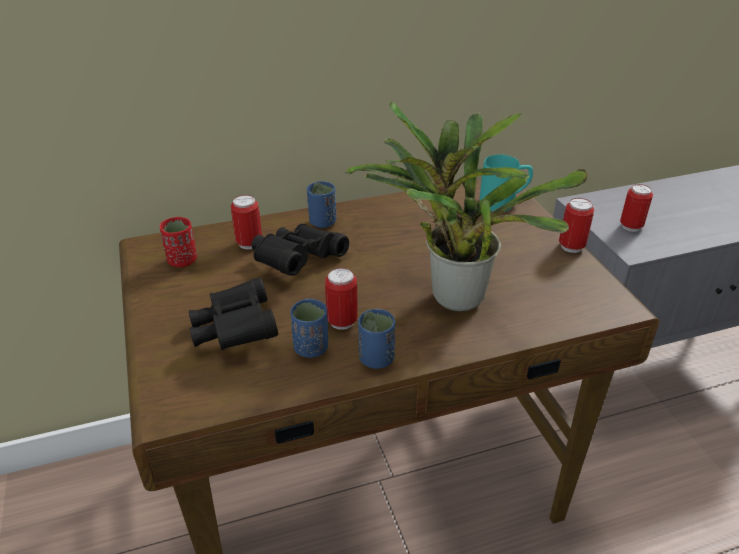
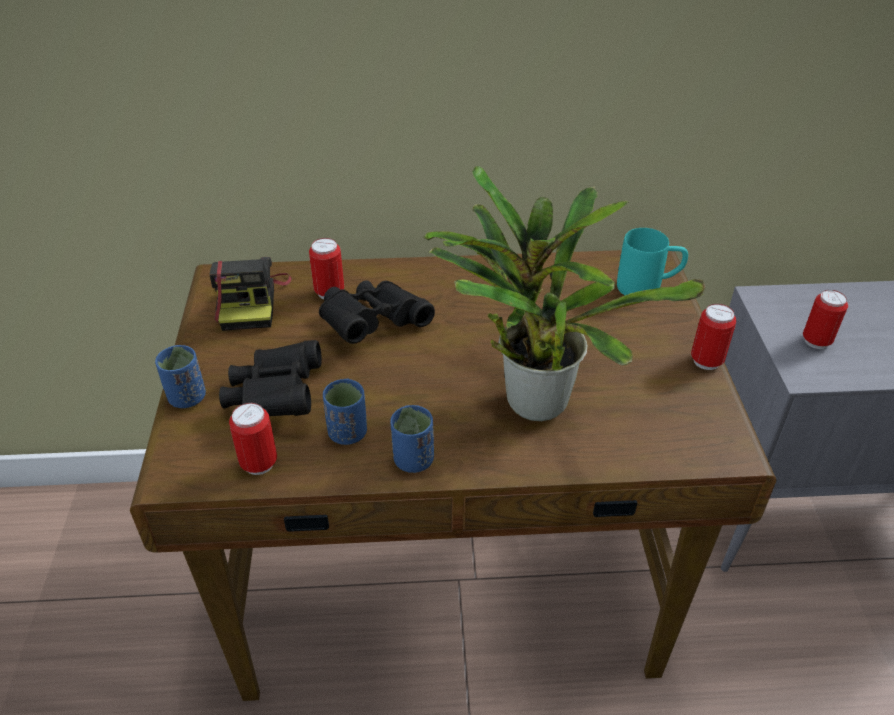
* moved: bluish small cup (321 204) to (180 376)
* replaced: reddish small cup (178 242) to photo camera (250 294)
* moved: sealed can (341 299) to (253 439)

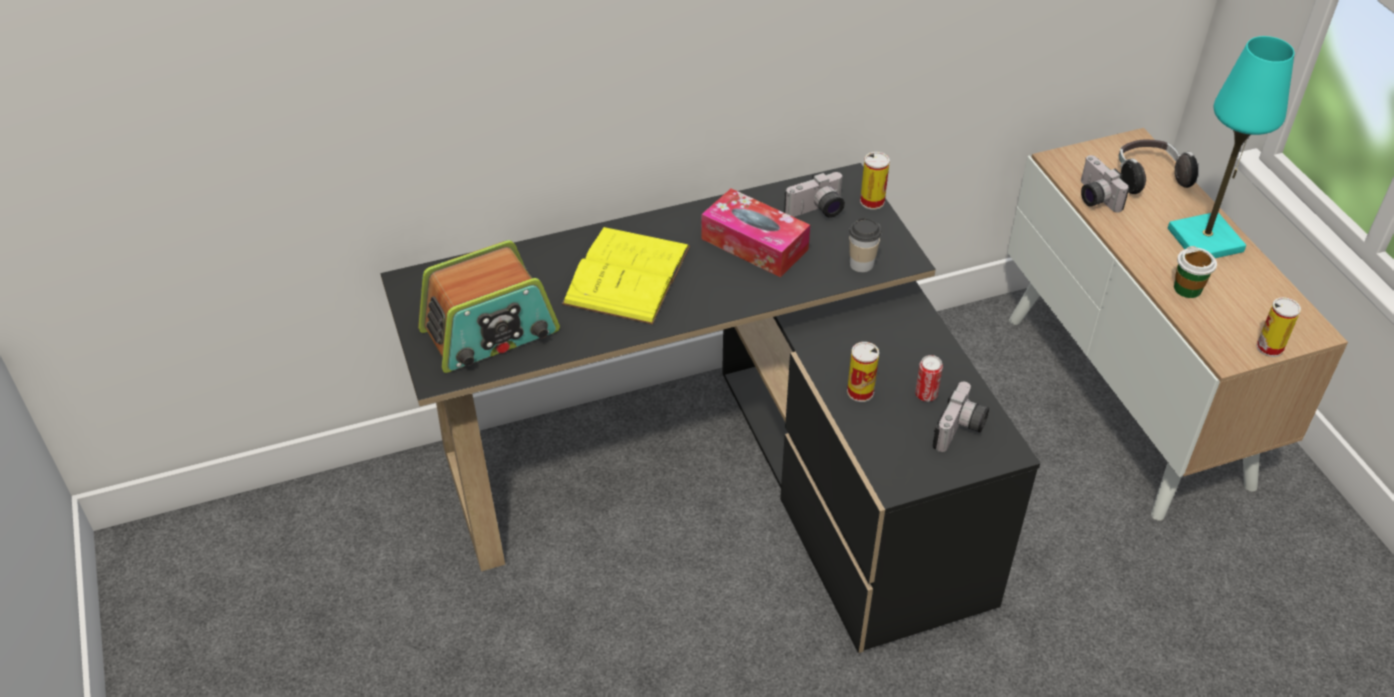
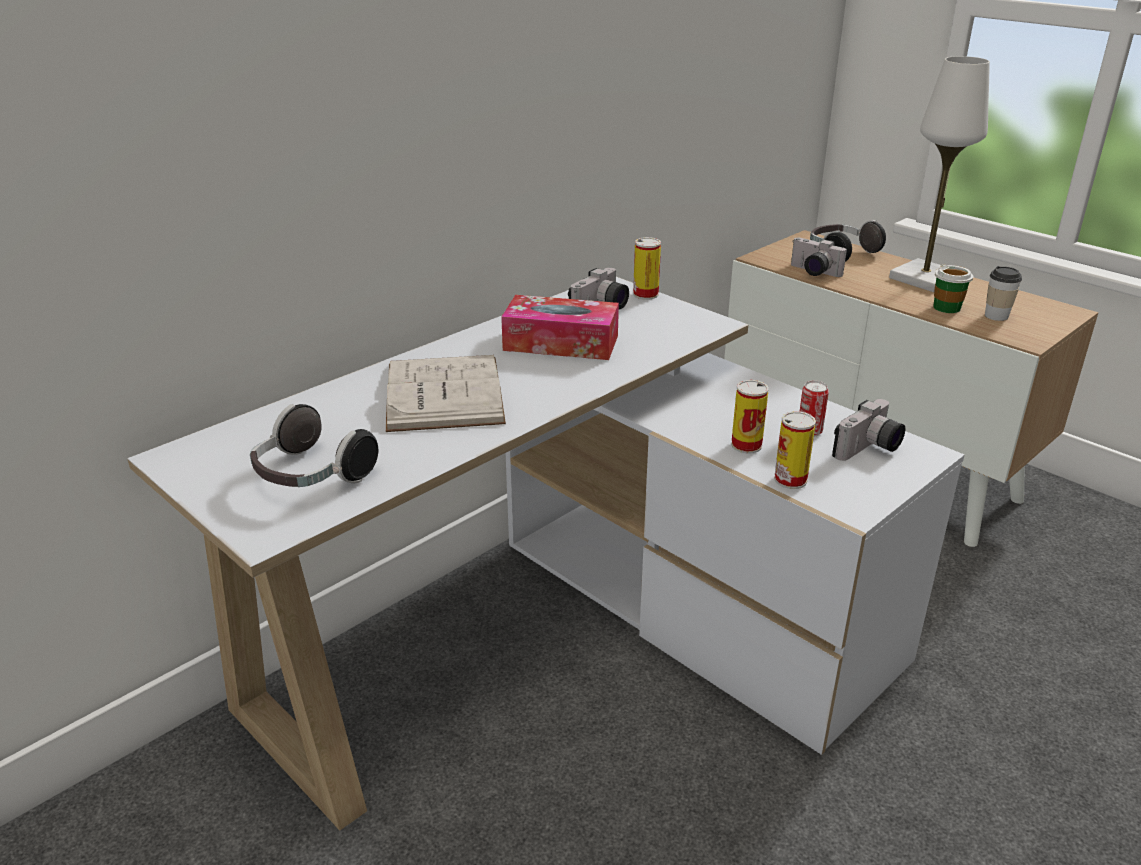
* recoloured: turquoise table lamp (1231 147) to whitish table lamp (939 174)
* recoloured: black desk (710 408) to whitish desk (546 553)
* moved: small cup (865 244) to (1003 293)
* recoloured: yellow-coloured book (626 276) to whitish book (446 393)
* replaced: radio (489 306) to headphones (314 445)
* moved: sealed can (1278 327) to (795 450)
* turned: photo camera (961 417) = (868 430) 45 degrees clockwise

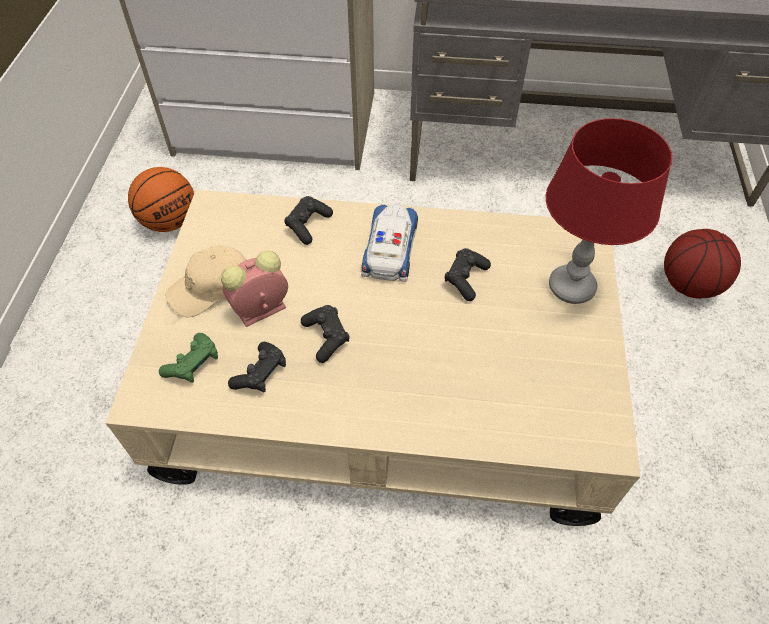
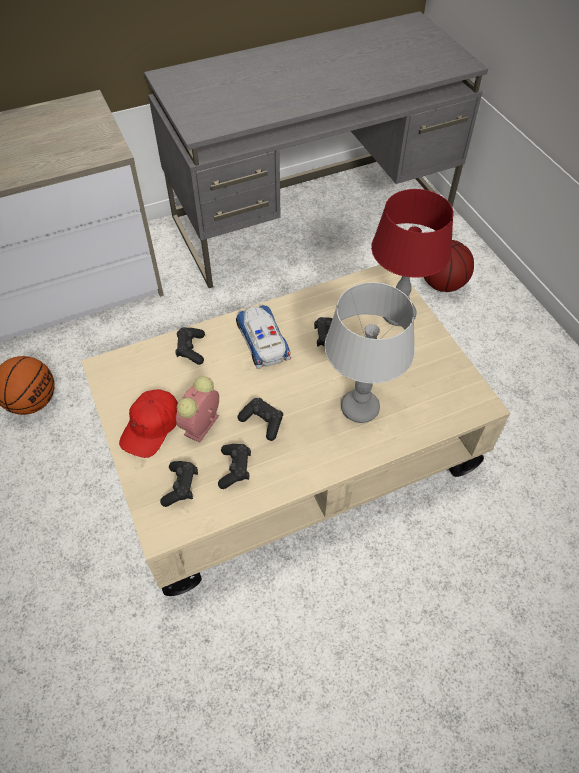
* recoloured: beige-coloured cap (206 281) to reddish cap (148 423)
* recoloured: greenish game controller (188 358) to black game controller (179 484)
* added: greyish table lamp (369 352)

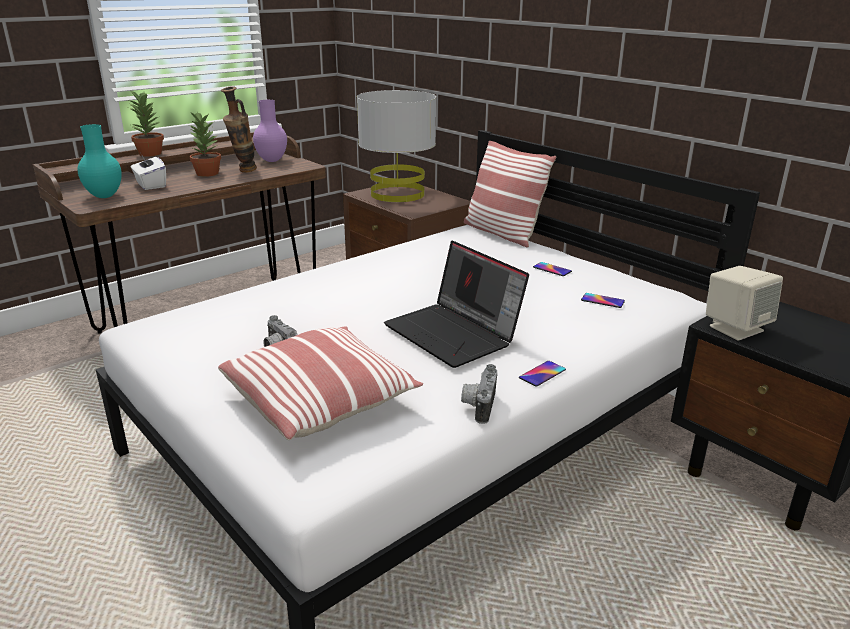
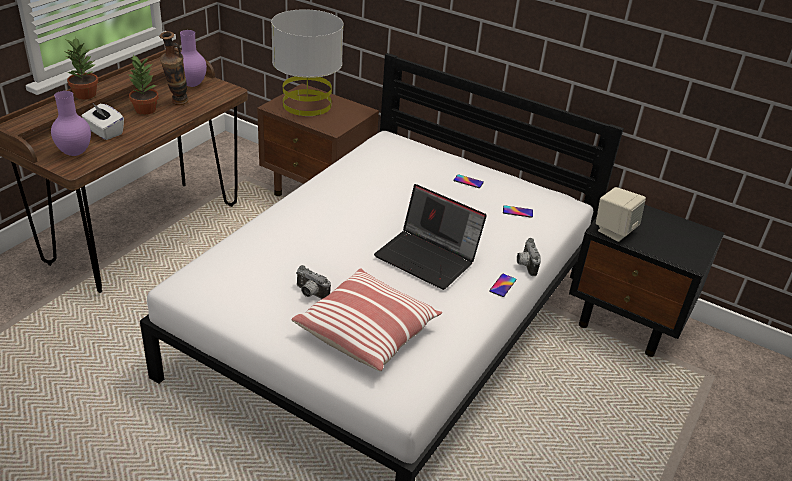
* recoloured: turquoise decorative vase (99 161) to purple decorative vase (71 123)
* removed: throw pillow (510 194)
* moved: photo camera (479 394) to (529 257)

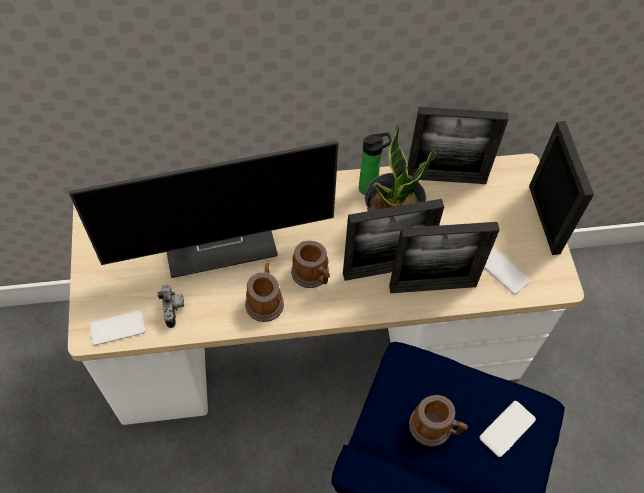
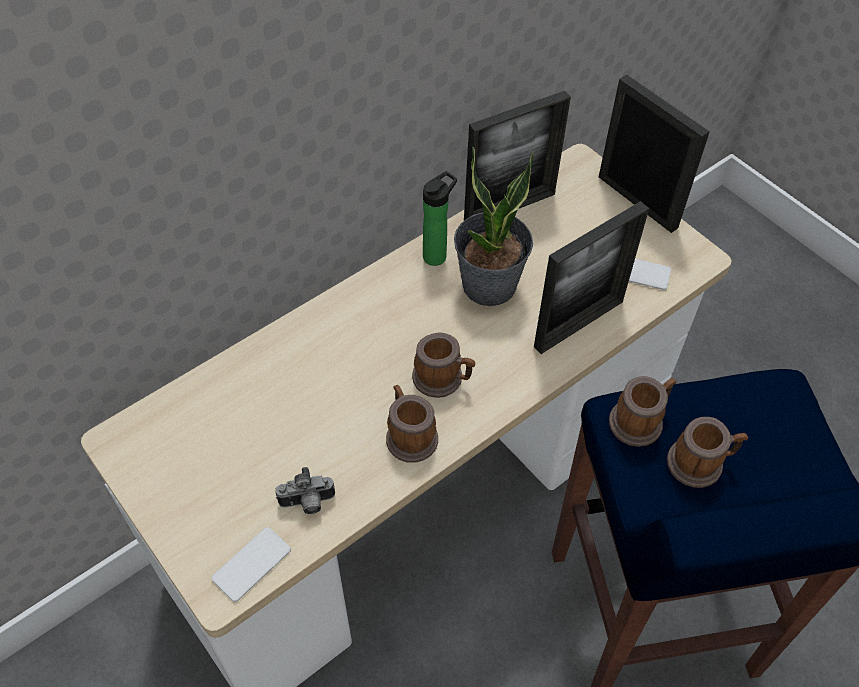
* removed: computer display (203 209)
* removed: photo frame (393 240)
* turned: photo camera (170 306) = (305 490) 120 degrees clockwise
* removed: handset (507 429)
* added: tea mug (643 411)

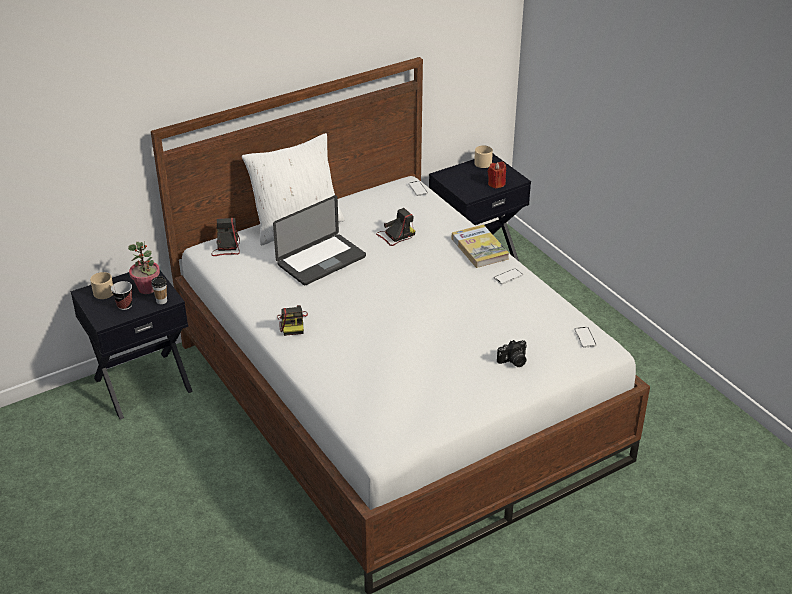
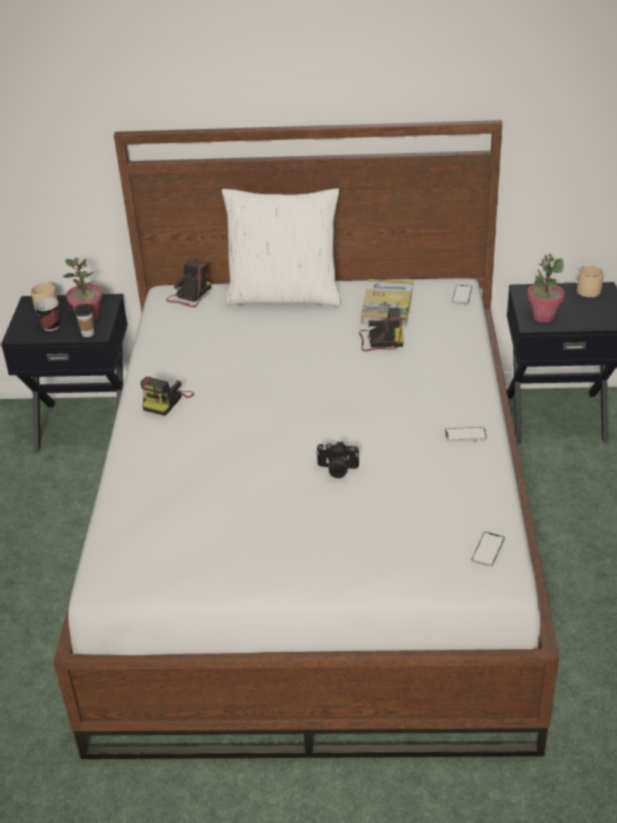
* removed: reddish candle (497 174)
* removed: laptop (319 240)
* moved: book (480 246) to (387 302)
* moved: photo camera (512 353) to (337 459)
* added: houseplant (546 288)

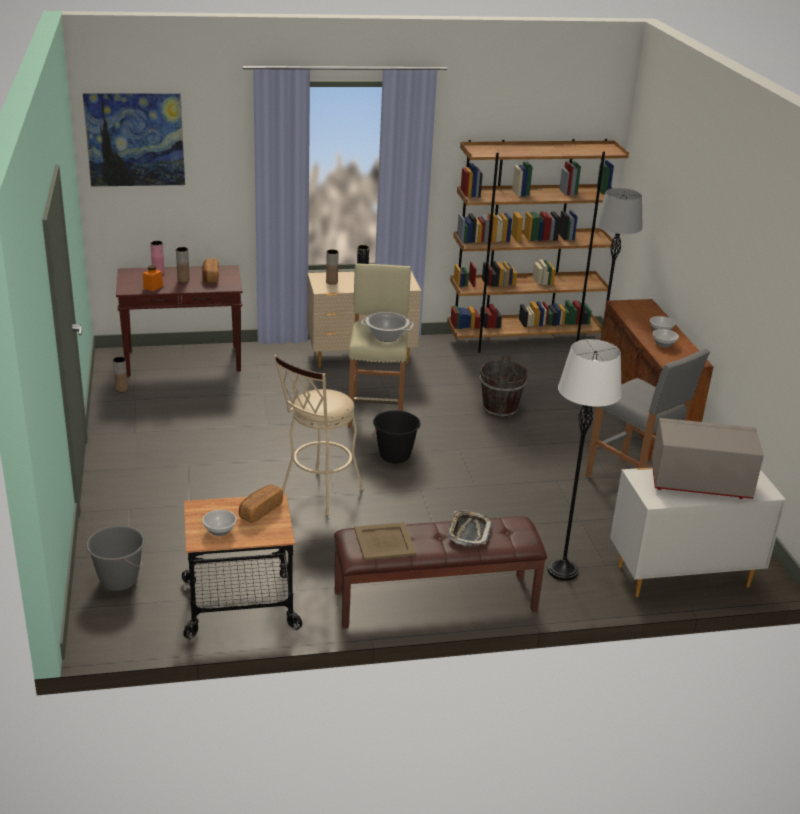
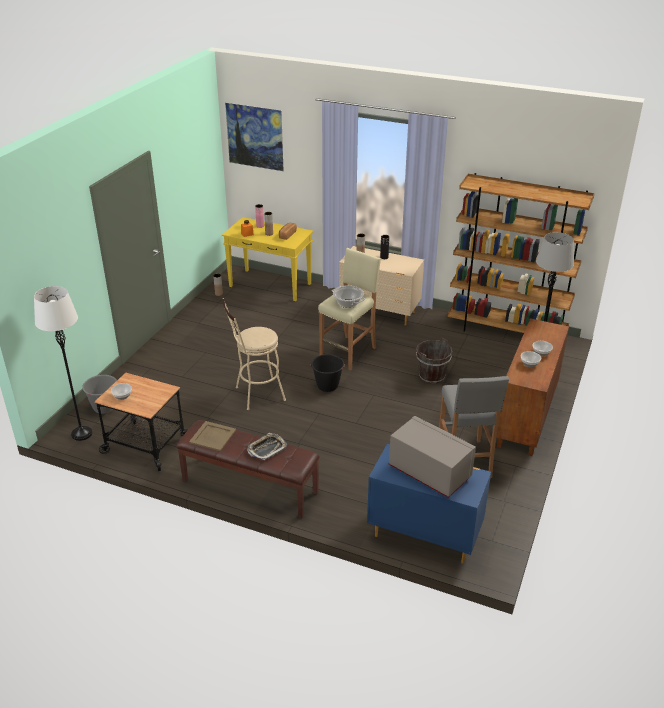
* recoloured: brownish console table (179 321) to yellow-coloured console table (267 259)
* moved: whitish floor lamp (584 460) to (63 363)
* recoloured: whitish chest of drawers (698 532) to bluish chest of drawers (429 504)
* removed: baked bread (261 504)

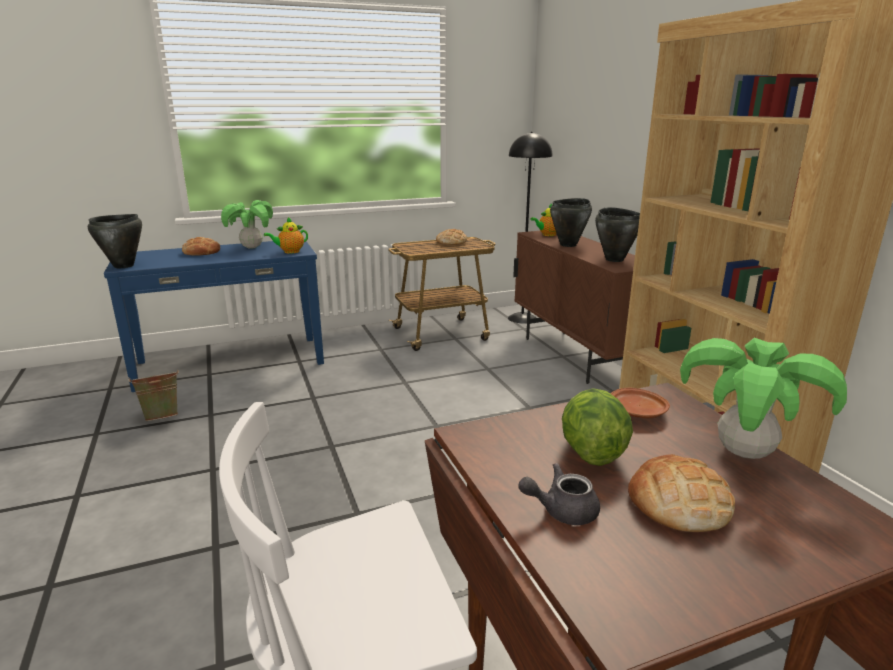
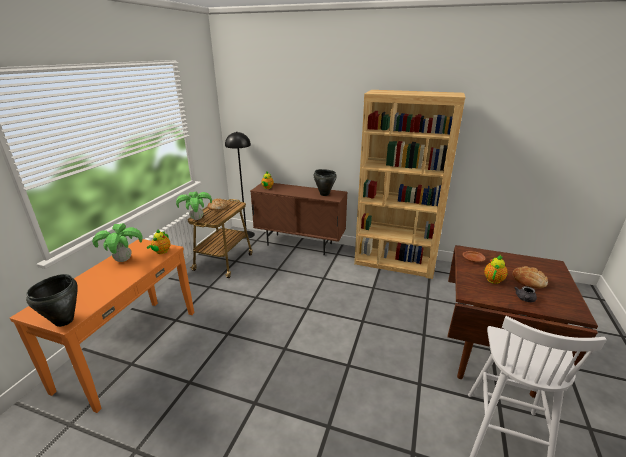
* removed: black cooking pot (571 222)
* removed: baked bread (201 246)
* recoloured: bluish console table (214 315) to orangey console table (102 326)
* moved: houseplant (763 398) to (194 206)
* removed: greenish water bucket (153 395)
* replaced: head of lettuce (597 427) to teapot (496 269)

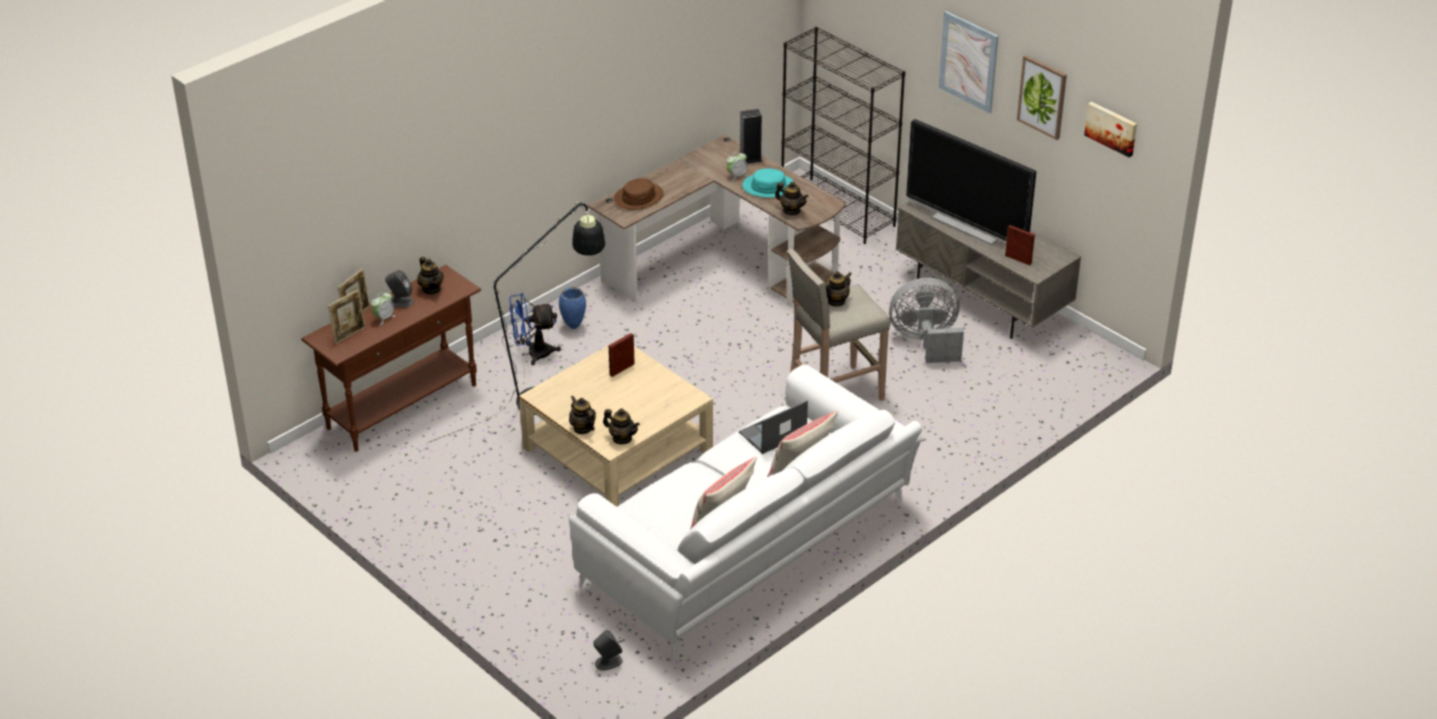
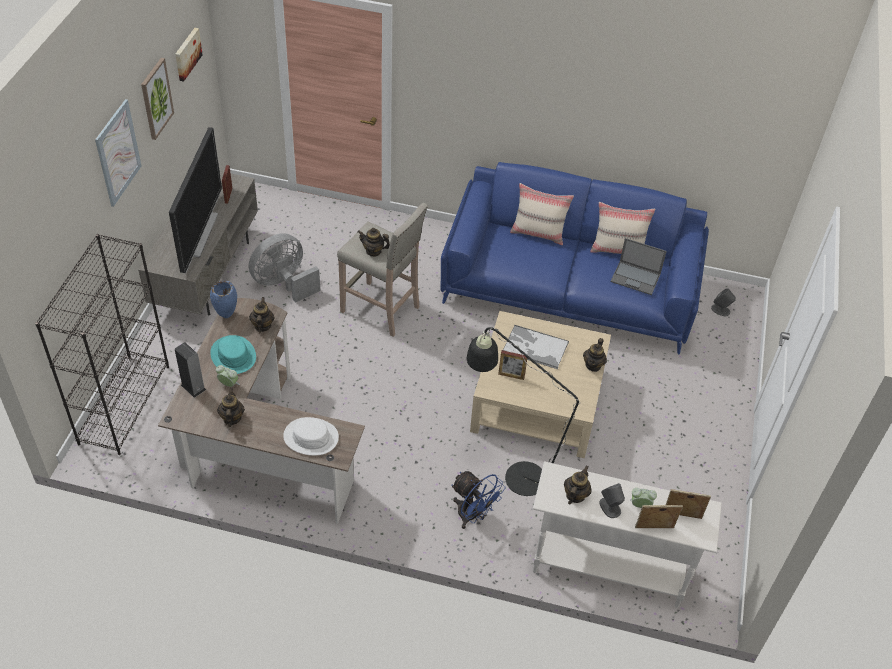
* recoloured: brownish clothing hat (639 194) to whitish clothing hat (311 436)
* recoloured: brownish console table (391 358) to whitish console table (627 534)
* turned: greyish cooling fan (926 320) = (284 268) 90 degrees clockwise
* moved: bluish decorative vase (572 308) to (223 299)
* recoloured: whitish sofa (745 512) to bluish sofa (574 258)
* moved: laptop (773 427) to (638 266)
* moved: teapot (621 426) to (231 407)
* added: carrying tray (536 347)

